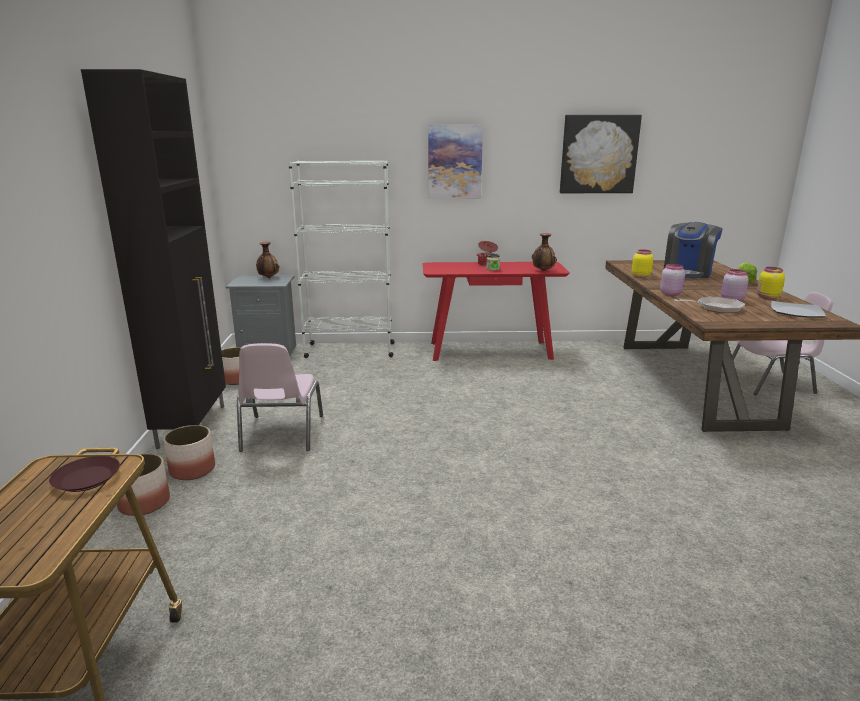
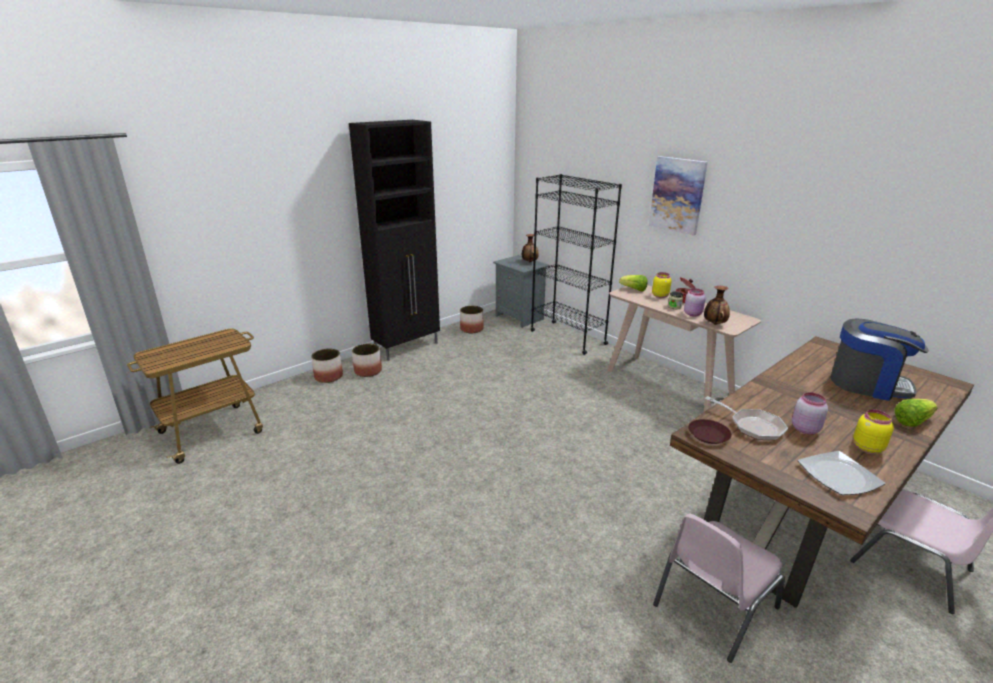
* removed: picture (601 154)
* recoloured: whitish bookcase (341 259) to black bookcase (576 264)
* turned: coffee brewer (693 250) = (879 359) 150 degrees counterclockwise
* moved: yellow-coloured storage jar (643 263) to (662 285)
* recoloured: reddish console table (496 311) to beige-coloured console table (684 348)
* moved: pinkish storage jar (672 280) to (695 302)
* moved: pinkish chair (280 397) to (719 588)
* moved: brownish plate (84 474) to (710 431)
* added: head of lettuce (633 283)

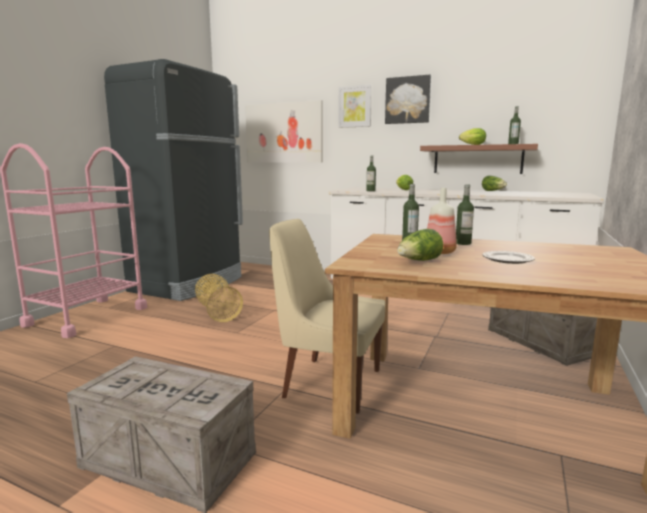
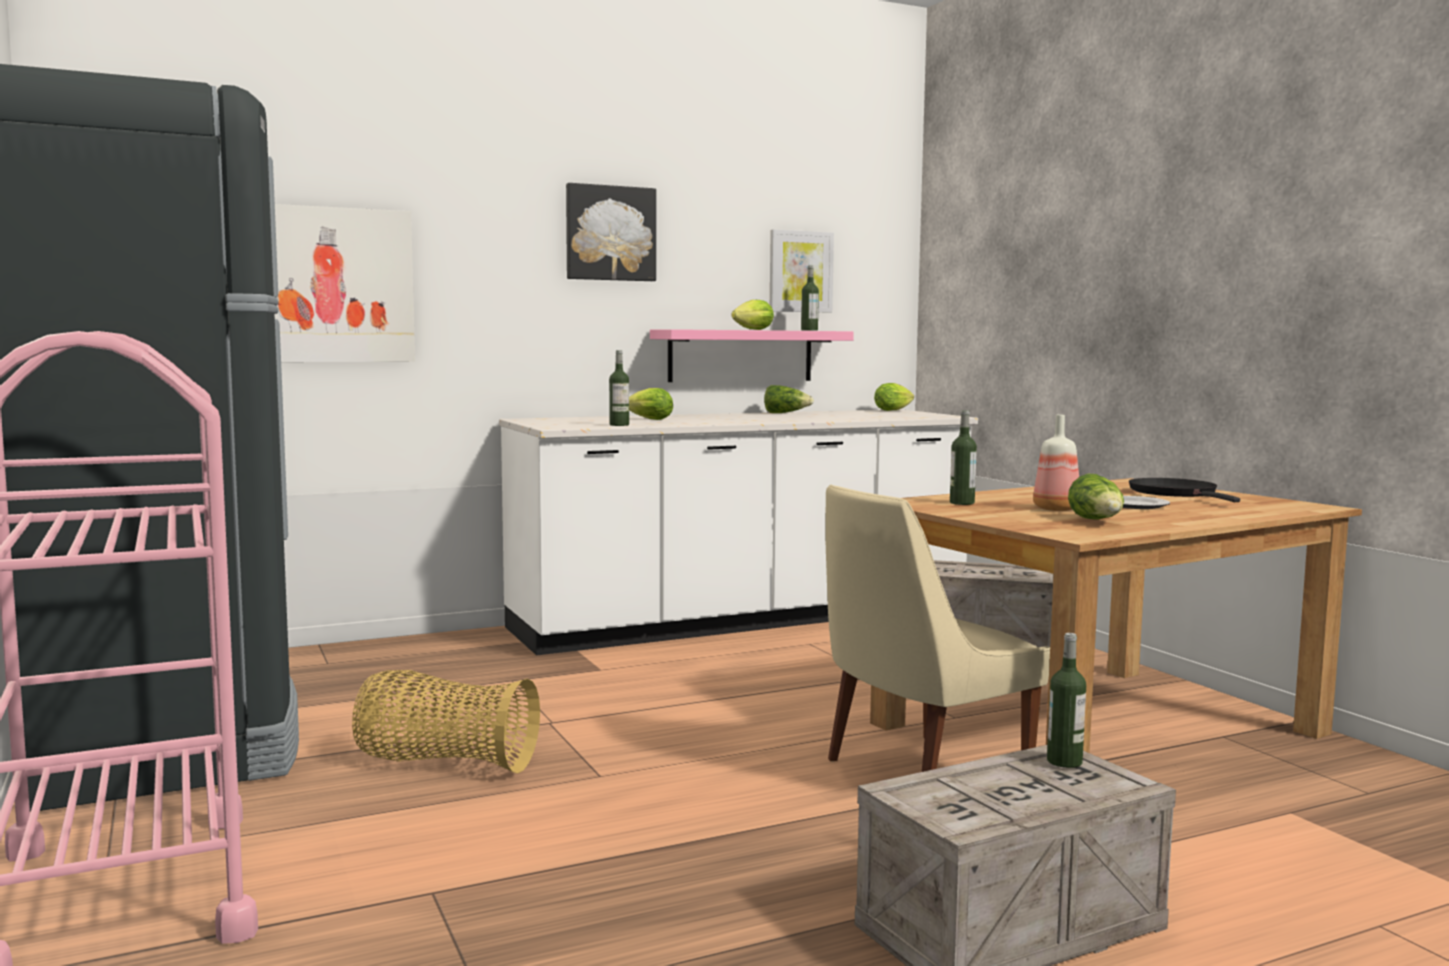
* moved: picture (355 106) to (802 270)
* recoloured: brownish bracket shelf (479 159) to pinkish bracket shelf (752 355)
* moved: beverage bottle (465 214) to (1066 700)
* added: head of lettuce (894 397)
* added: black pan (1184 490)

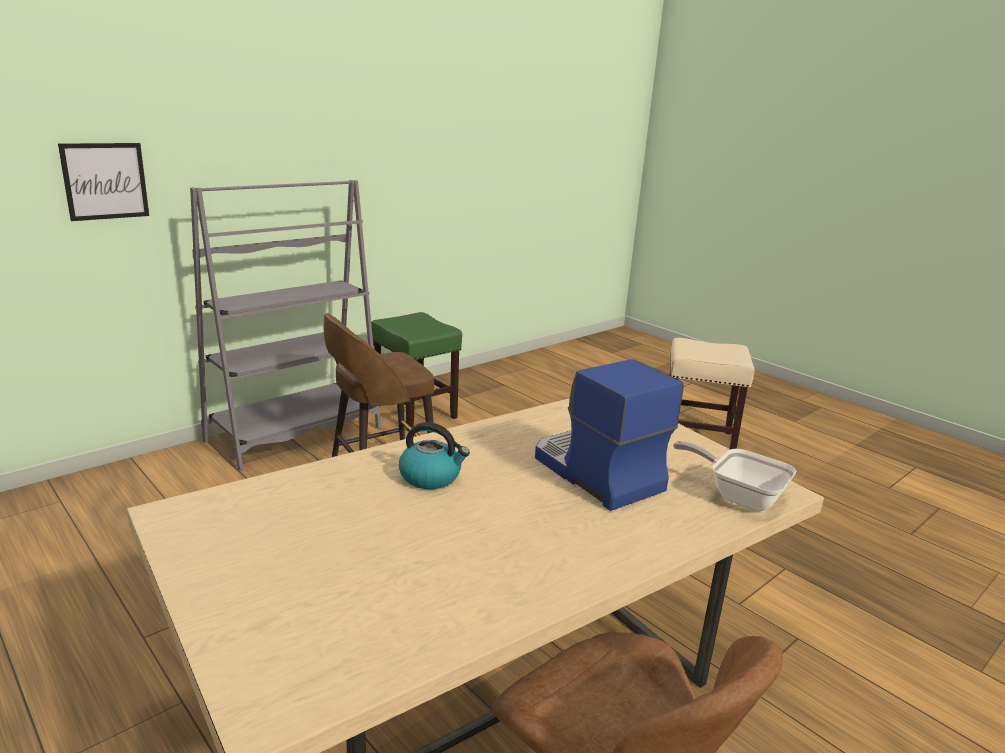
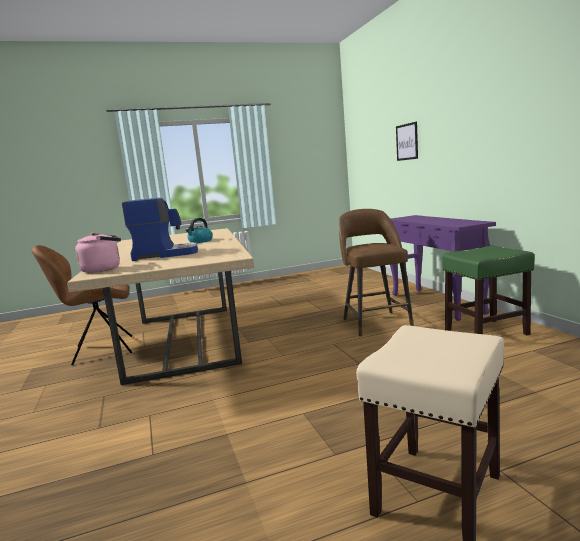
* replaced: greyish bookcase (285 325) to purple console table (443 268)
* replaced: pan (734 476) to pinkish water kettle (98 252)

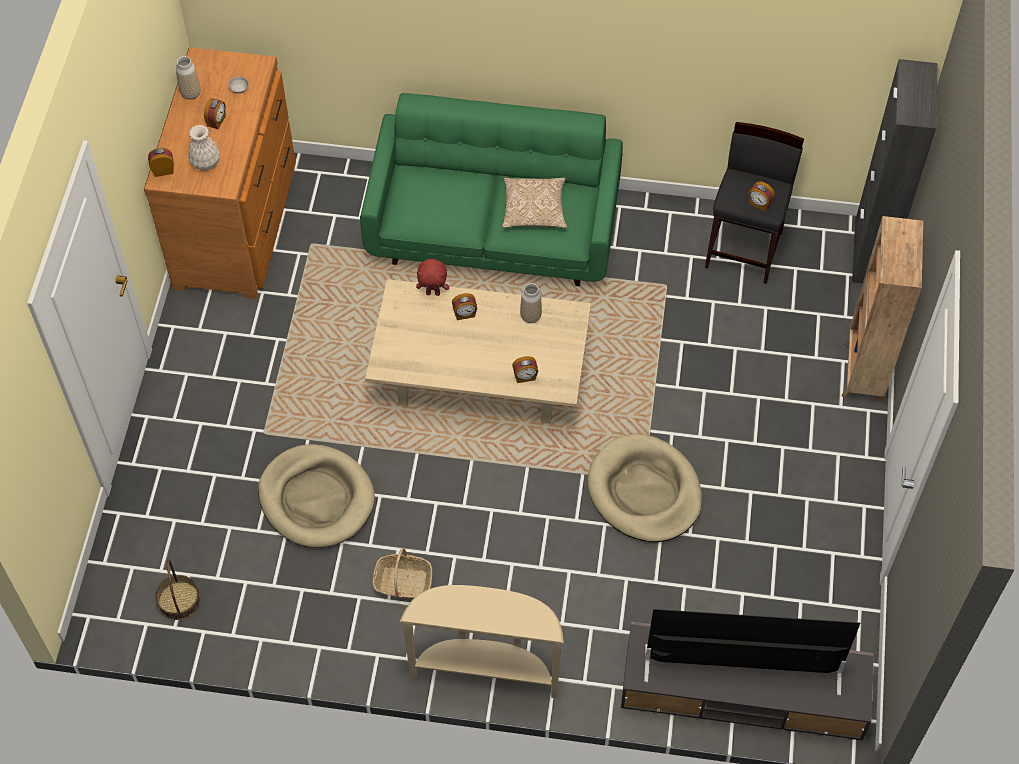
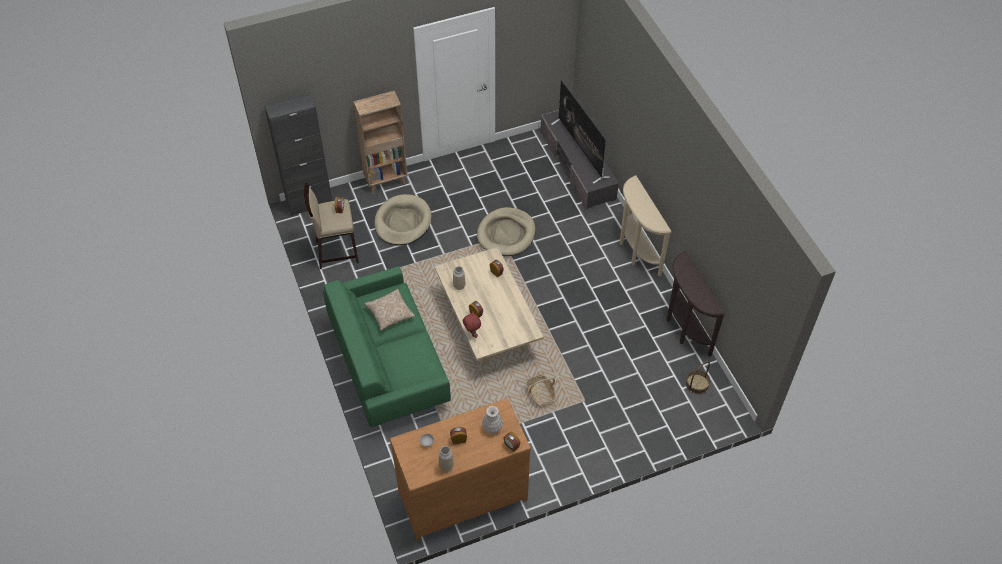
* recoloured: black sitting stool (754 203) to beige-coloured sitting stool (331 226)
* moved: beige-coloured pet bed (316 496) to (403 219)
* moved: basket (402 573) to (541 390)
* added: brownish console table (695 304)

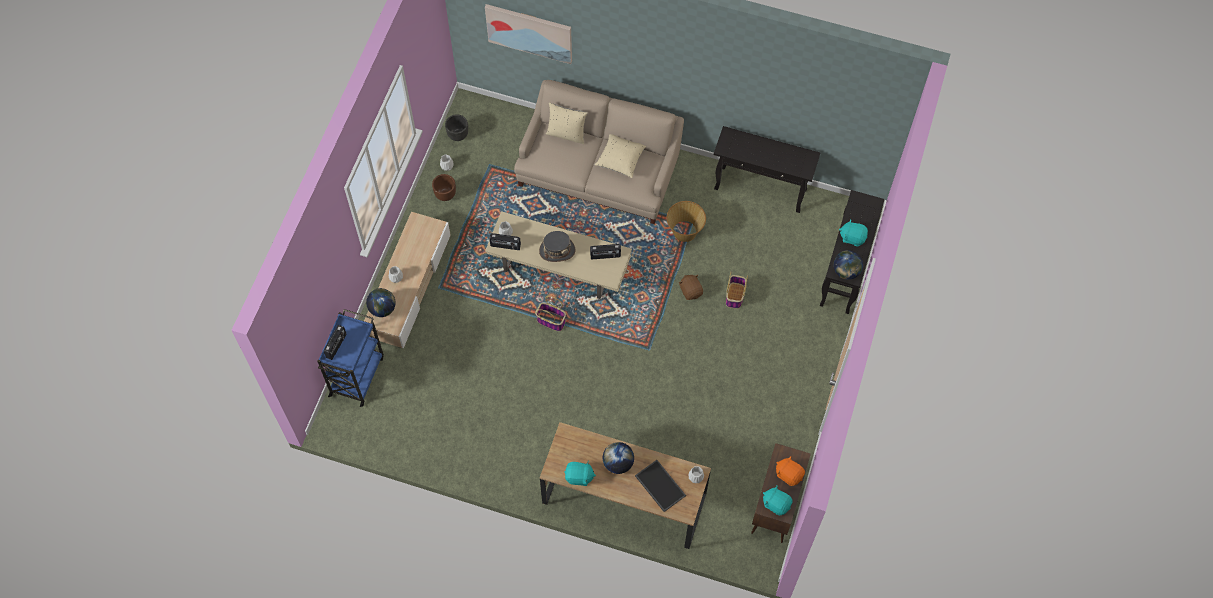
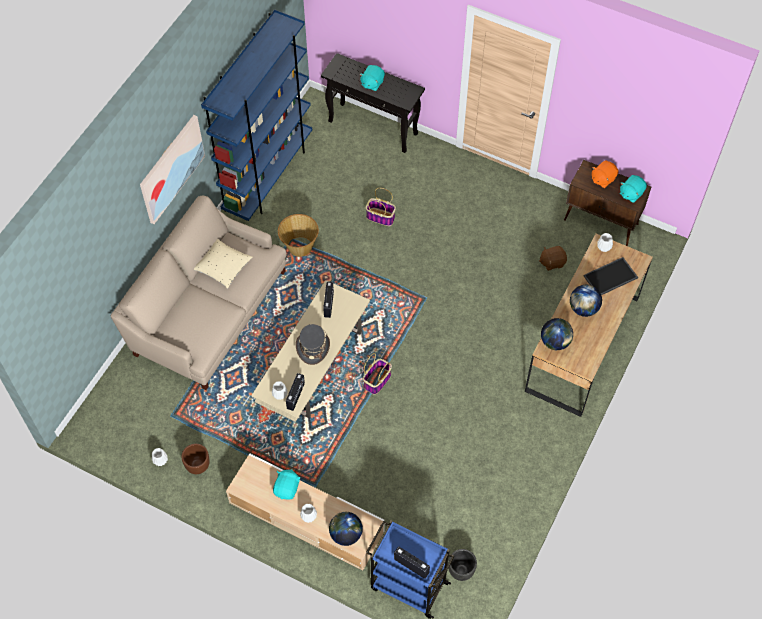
* moved: picture (528 34) to (172 169)
* removed: beige-coloured throw pillow (567 123)
* moved: black plant pot (456 127) to (463 565)
* replaced: black console table (767 169) to bluish bookcase (256 115)
* moved: world globe (848 265) to (557 334)
* moved: brownish soft toy (691 287) to (553 258)
* moved: turquoise soft toy (580 473) to (287 484)

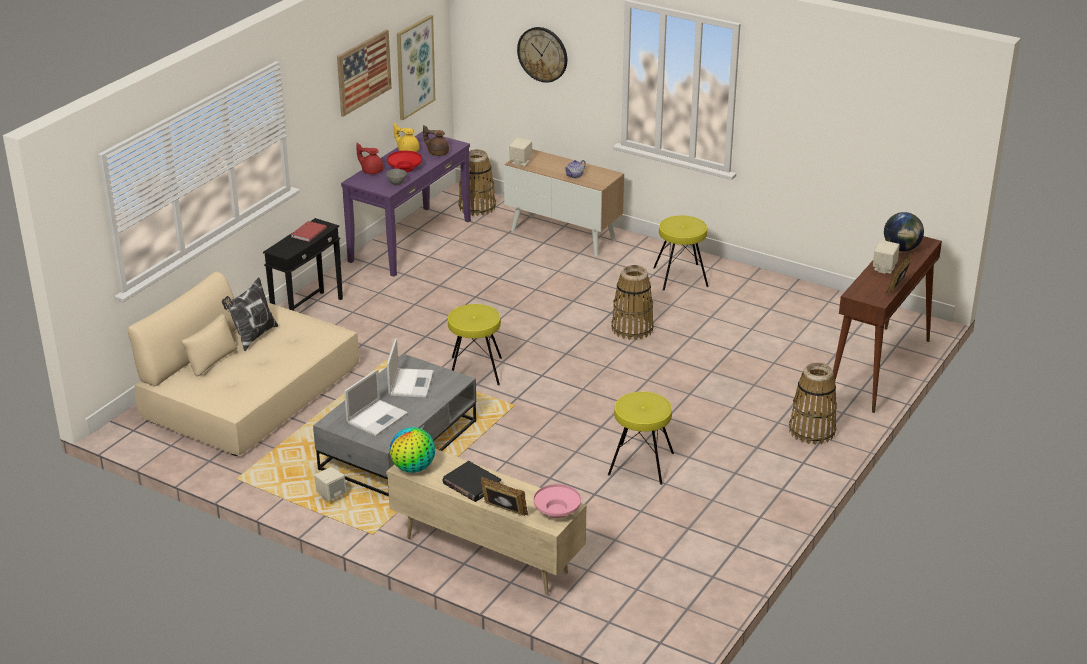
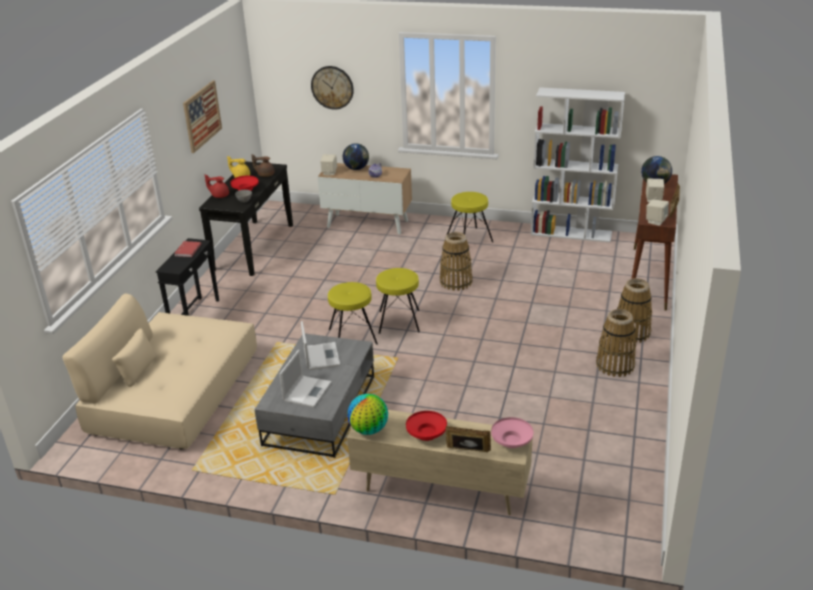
* removed: picture (416 67)
* recoloured: purple console table (406 204) to black console table (246 219)
* moved: basket (477 182) to (616 343)
* removed: throw pillow (250 314)
* moved: yellow-coloured sitting stool (641 438) to (398 301)
* replaced: black book (471 481) to reddish bowl (426 426)
* moved: beige-coloured loudspeaker (330 484) to (657 212)
* added: whitish bookcase (578 164)
* added: world globe (356 156)

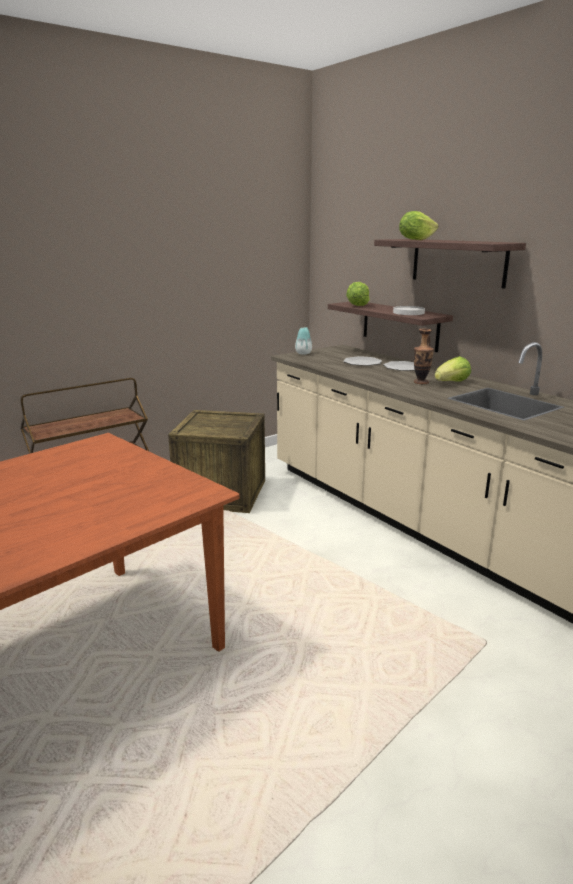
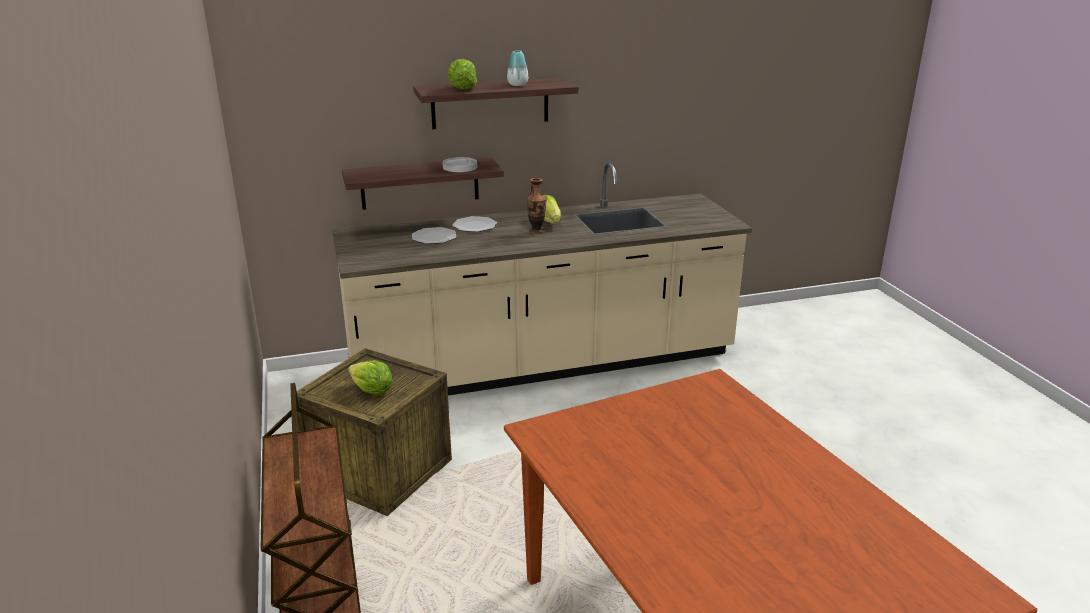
* moved: head of lettuce (358 294) to (370 377)
* moved: decorative vase (303 341) to (517 68)

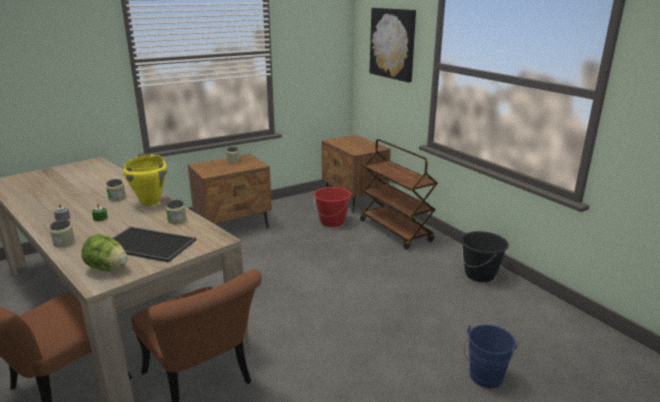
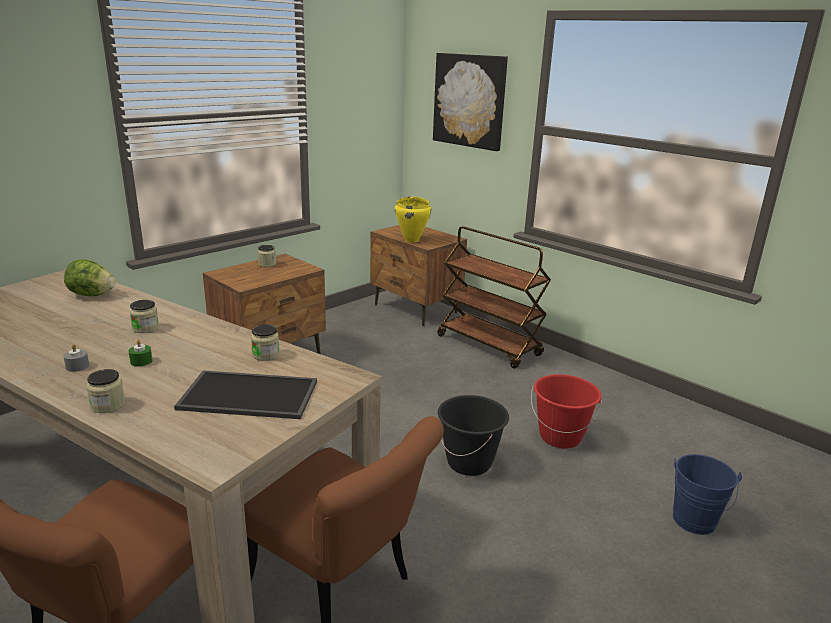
* moved: yellow-coloured cooking pot (145 180) to (413 219)
* moved: reddish water bucket (332 207) to (566 411)
* moved: black water bucket (485 256) to (473 435)
* moved: head of lettuce (104 252) to (90 277)

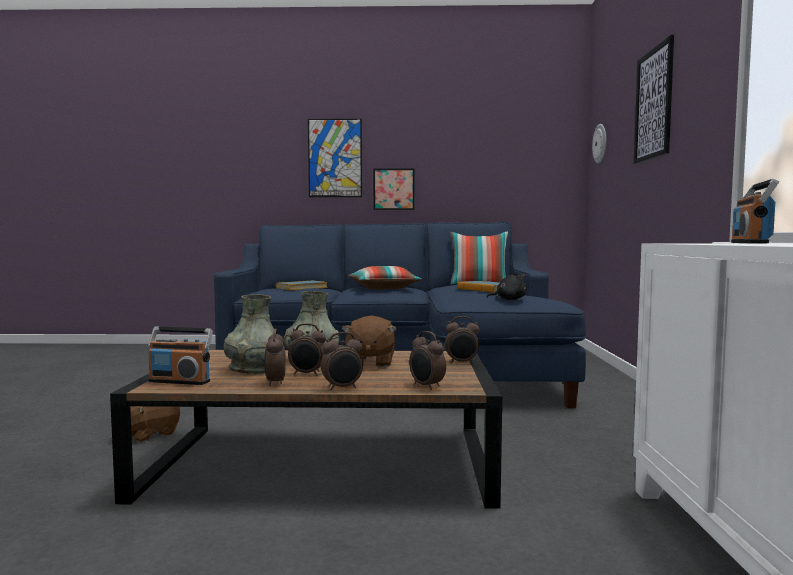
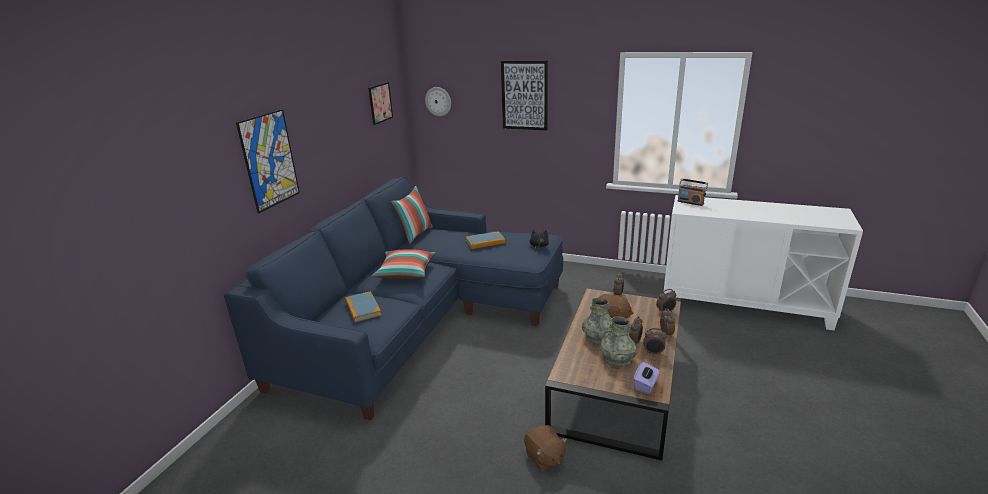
* moved: picture (393 189) to (380 103)
* replaced: radio (180 356) to purple tissue holder (646 378)

